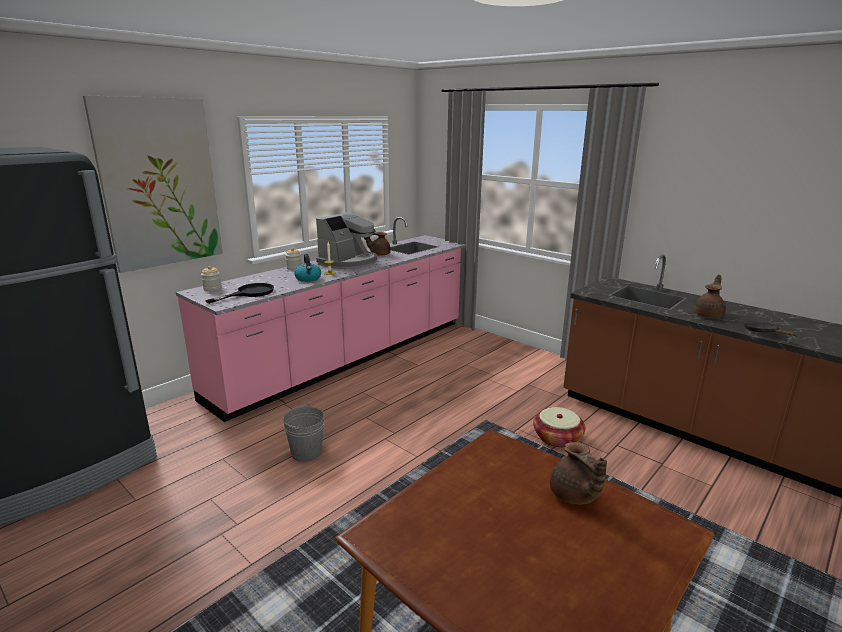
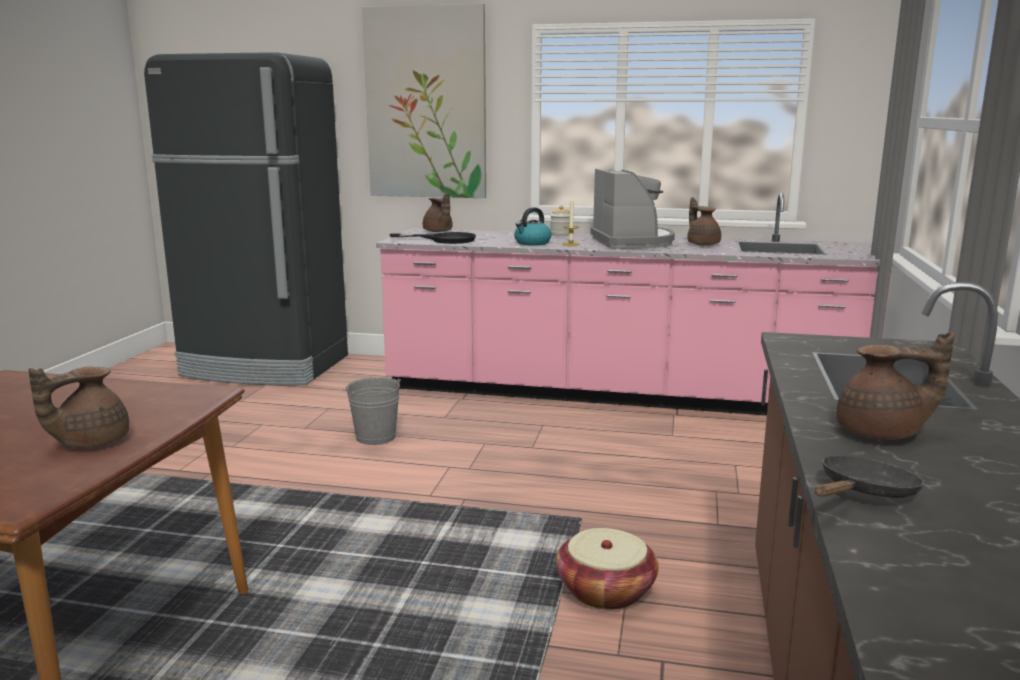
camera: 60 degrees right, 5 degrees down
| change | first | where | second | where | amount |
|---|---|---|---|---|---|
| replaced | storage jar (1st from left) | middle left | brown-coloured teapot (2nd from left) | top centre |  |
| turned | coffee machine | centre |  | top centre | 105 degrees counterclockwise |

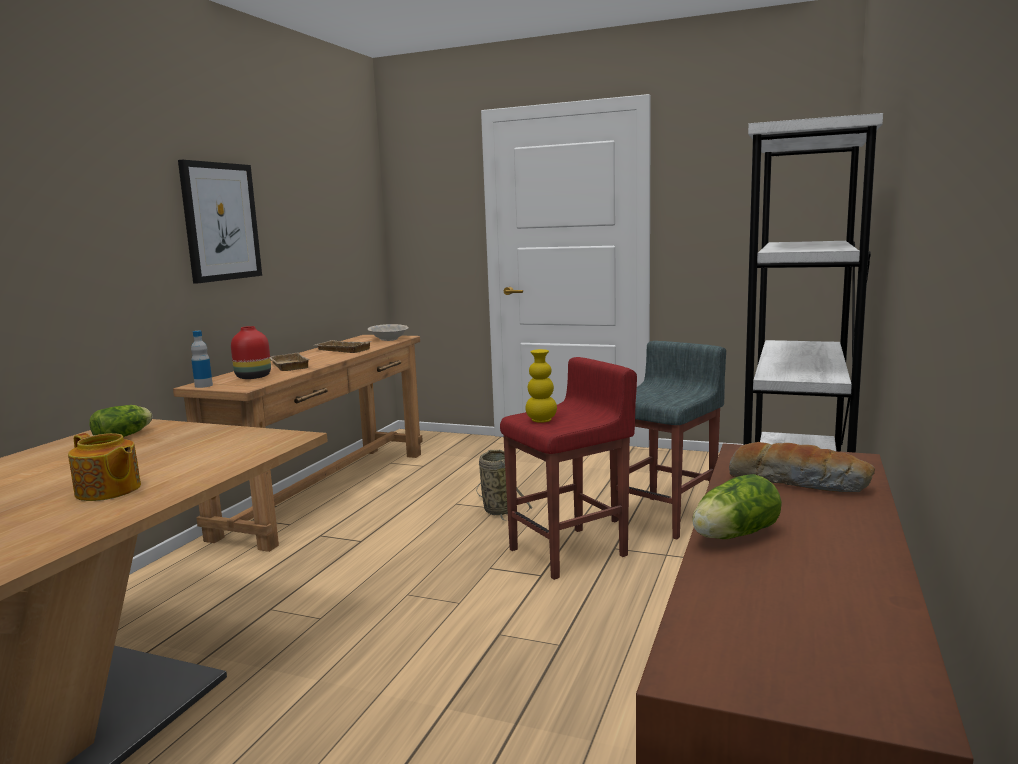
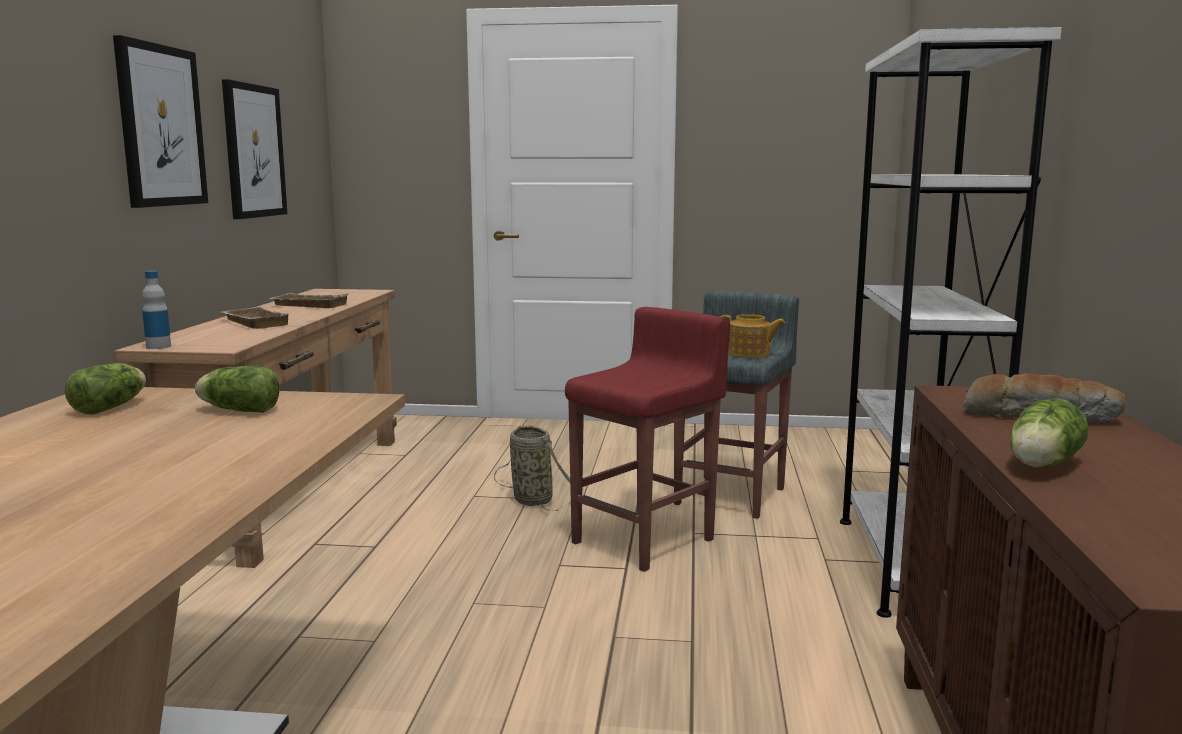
camera: 15 degrees left, 0 degrees up
| change | first | where | second | where | amount |
|---|---|---|---|---|---|
| moved | teapot | middle left |  | centre |  |
| removed | red-coloured decorative vase | middle left |  |  |  |
| removed | beige serving bowl | centre |  |  |  |
| removed | yellow decorative vase | centre |  |  |  |
| added |  |  | lettuce head (2nd from left) | middle left |  |
| added |  |  | wall art (2nd from left) | top left |  |

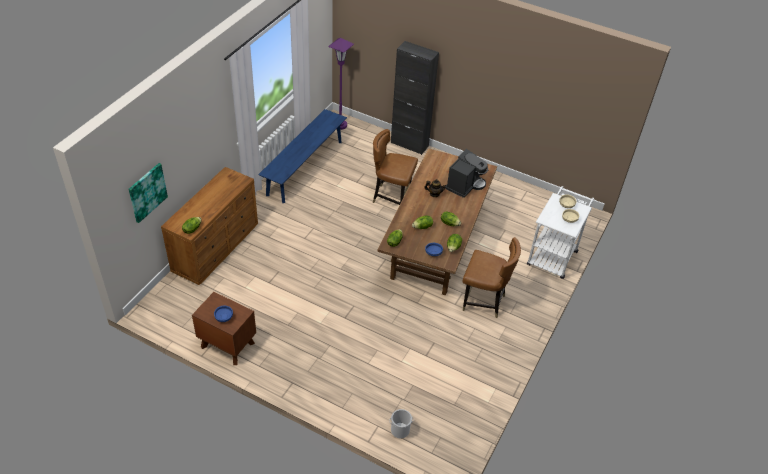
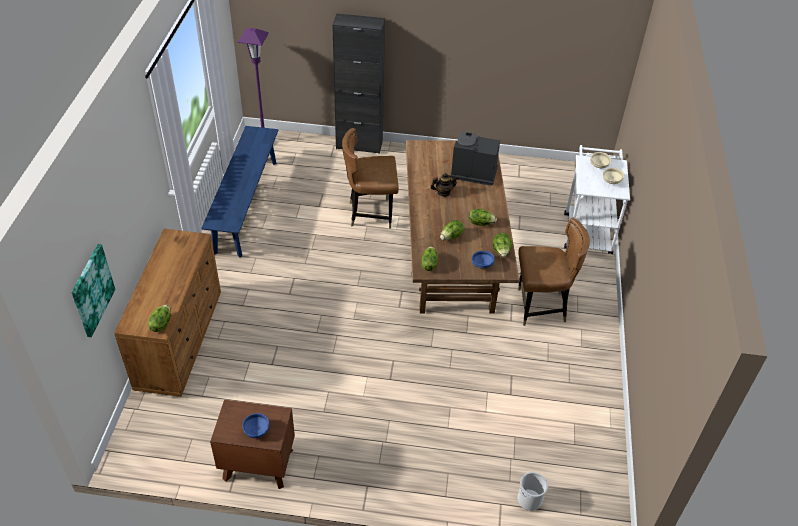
camera: 20 degrees left, 0 degrees up
| change | first | where | second | where | amount |
|---|---|---|---|---|---|
| turned | coffee machine | centre |  | top centre | 90 degrees counterclockwise |

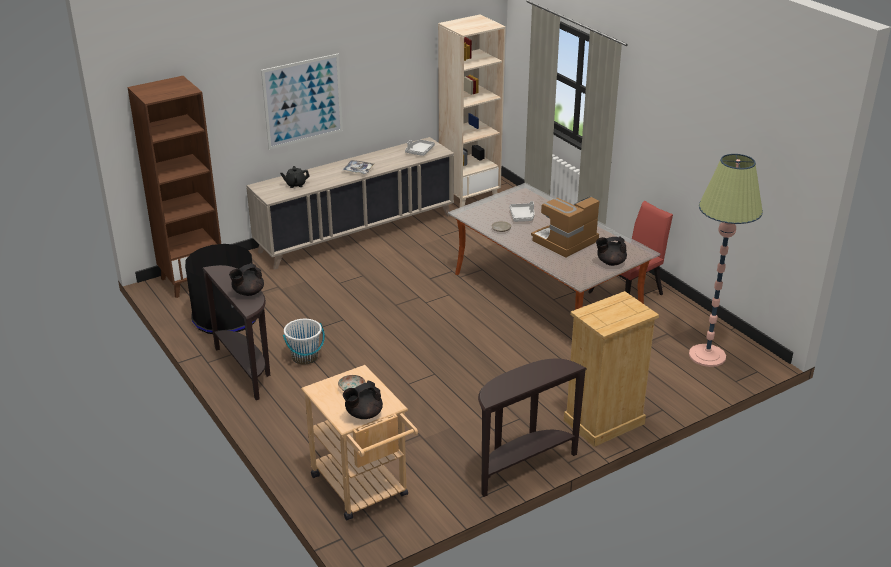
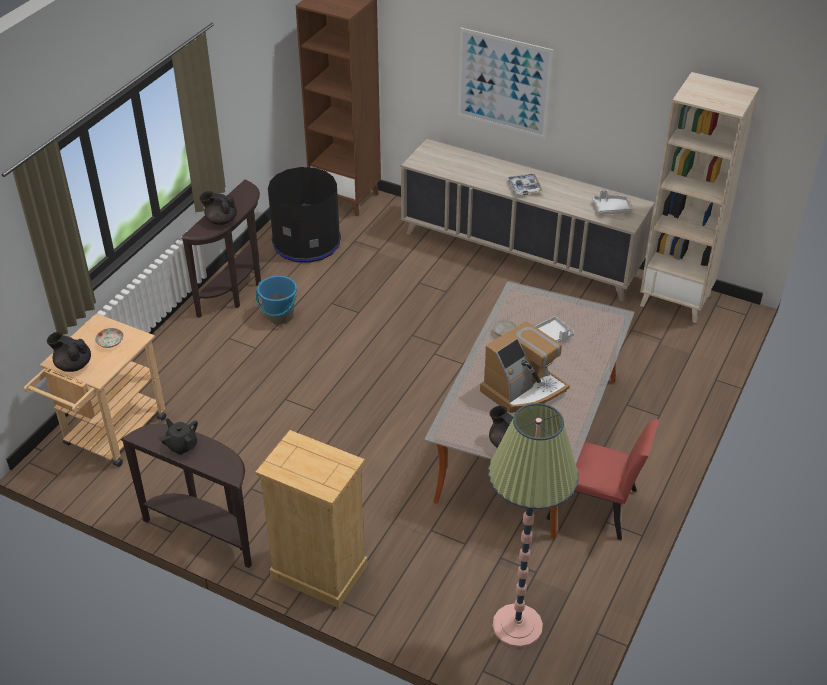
camera: 60 degrees right, 10 degrees up
| change | first | where | second | where | amount |
|---|---|---|---|---|---|
| moved | blackish teapot (2nd from left) | top left |  | middle left |  |
| recoloured | whitish bucket | centre | bluish bucket | centre |  |
| turned | coffee machine | centre |  | centre | 120 degrees clockwise |

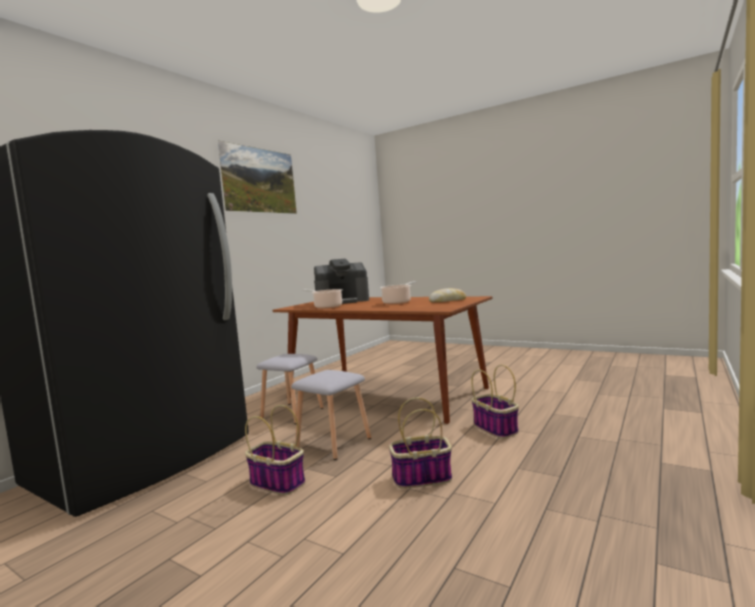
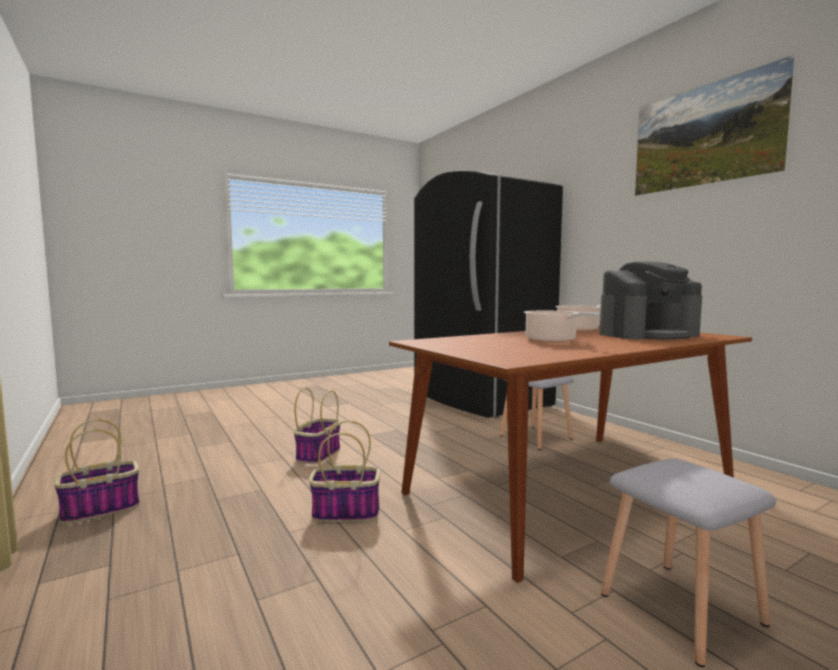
camera: 115 degrees right, 0 degrees up
| change | first | where | second | where | amount |
|---|---|---|---|---|---|
| moved | household basket (1st from left) | bottom centre |  | bottom left |  |
| moved | gray sitting stool (2nd from left) | bottom centre |  | bottom right |  |
| turned | coffee machine | centre |  | middle right | 120 degrees counterclockwise |
| removed | baked bread | centre |  |  |  |

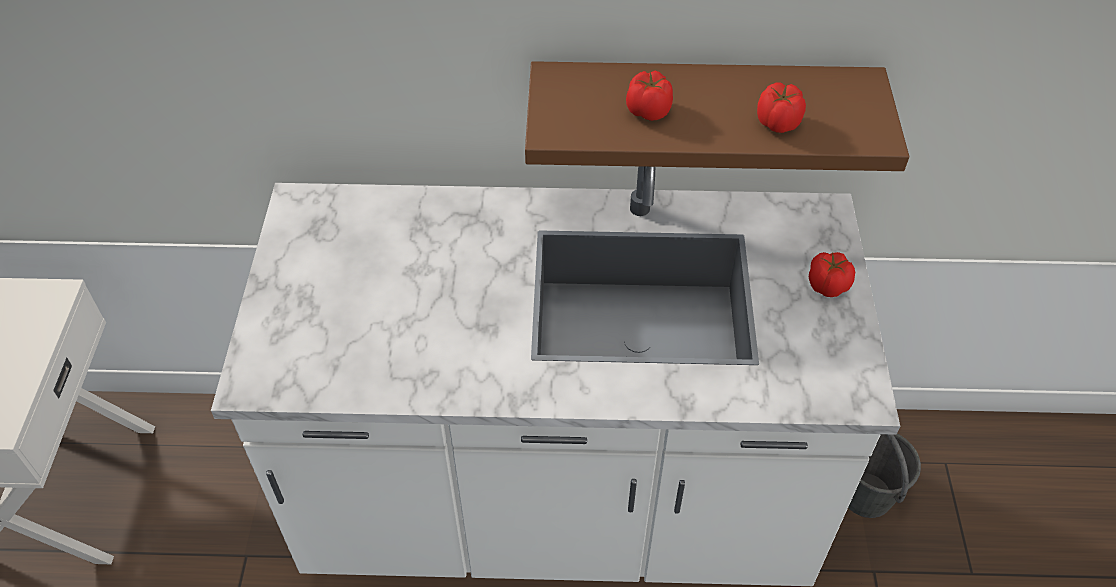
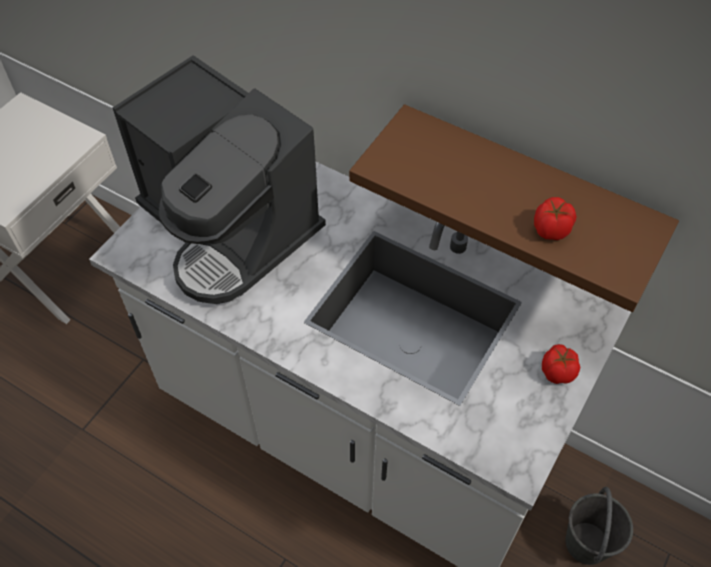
camera: 30 degrees right, 5 degrees up
| change | first | where | second | where | amount |
|---|---|---|---|---|---|
| removed | tomato (1st from left) | top centre |  |  |  |
| added |  |  | coffee machine | top left |  |

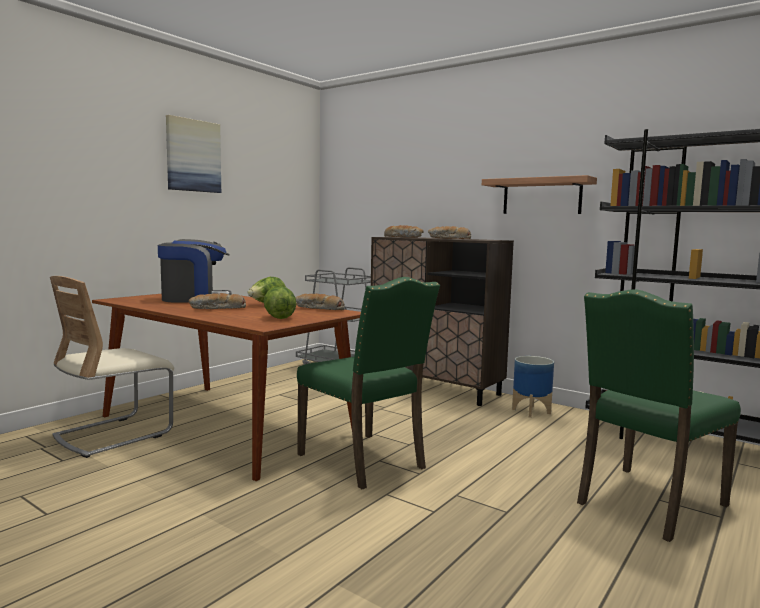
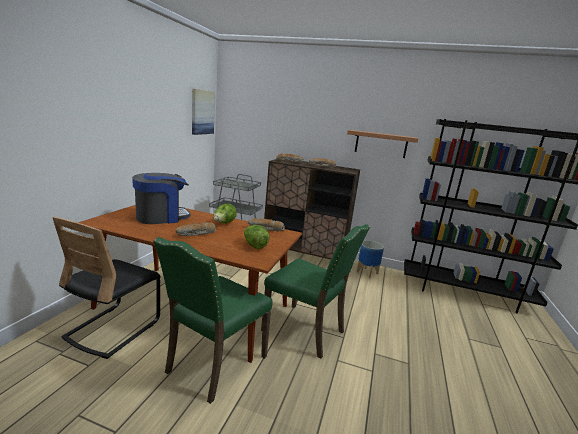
camera: 20 degrees left, 10 degrees up
| change | first | where | second | where | amount |
|---|---|---|---|---|---|
| recoloured | beige chair | middle left | blackish chair | middle left |  |
| moved | wall art | top left |  | top centre |  |
| moved | green chair (2nd from left in the first image) | bottom right | green chair (1st from left) | bottom centre |  |

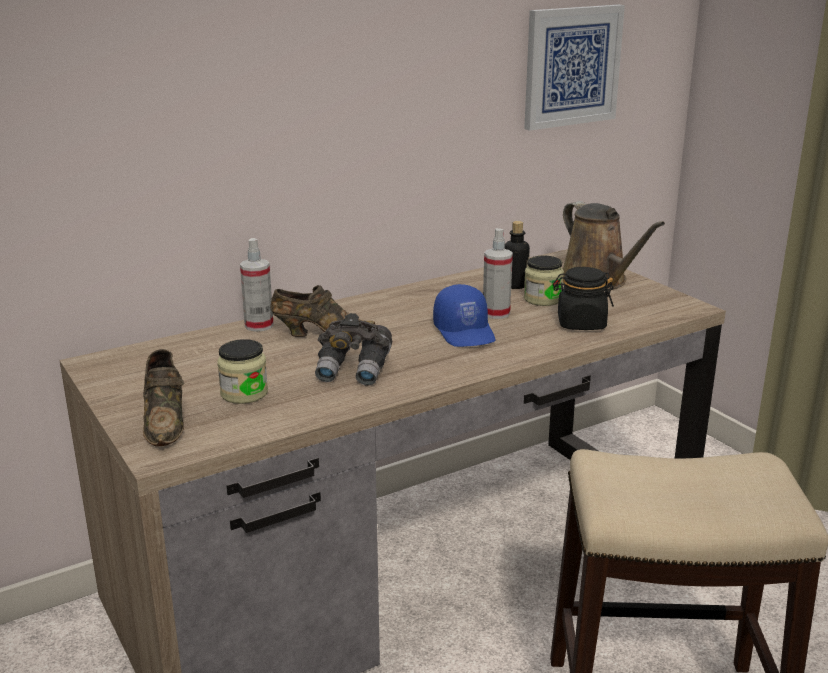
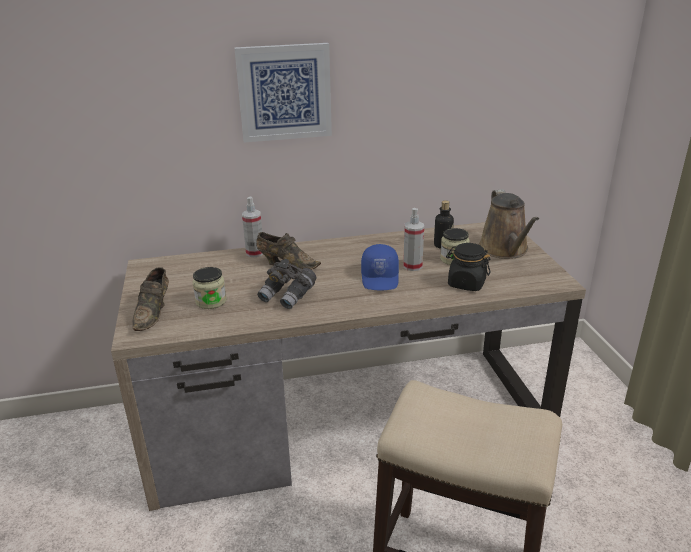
camera: 20 degrees right, 5 degrees up
| change | first | where | second | where | amount |
|---|---|---|---|---|---|
| moved | wall art | top right |  | top centre |  |

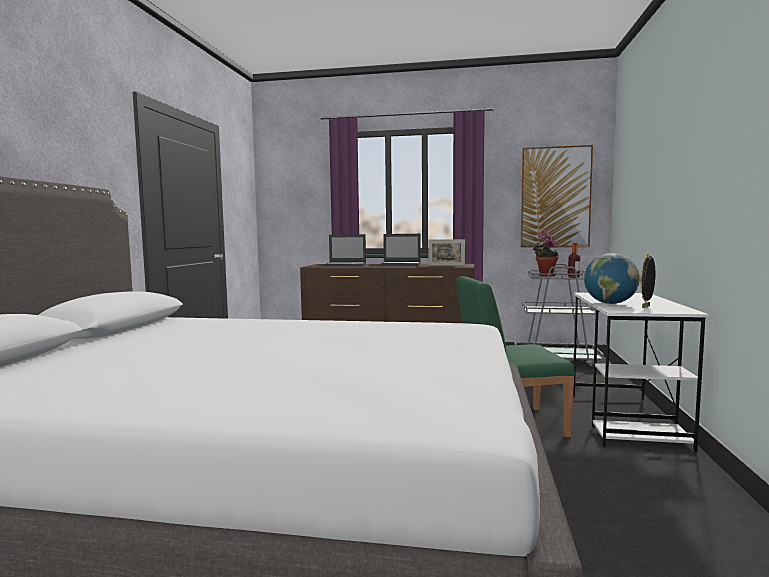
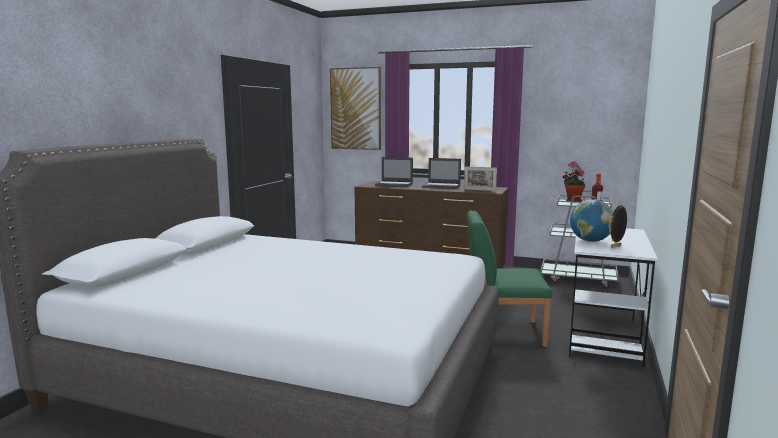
camera: 10 degrees right, 5 degrees up
| change | first | where | second | where | amount |
|---|---|---|---|---|---|
| moved | wall art | middle right |  | top centre |  |

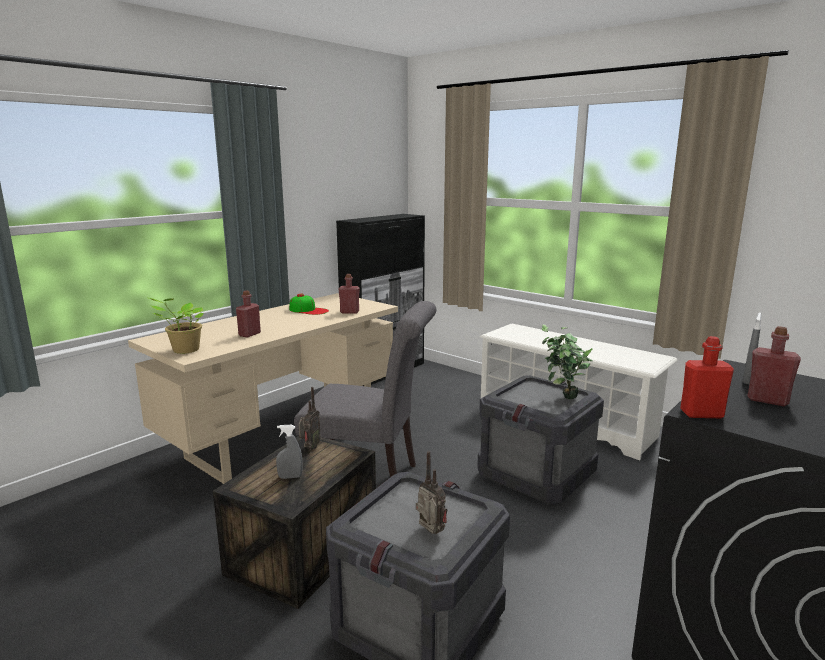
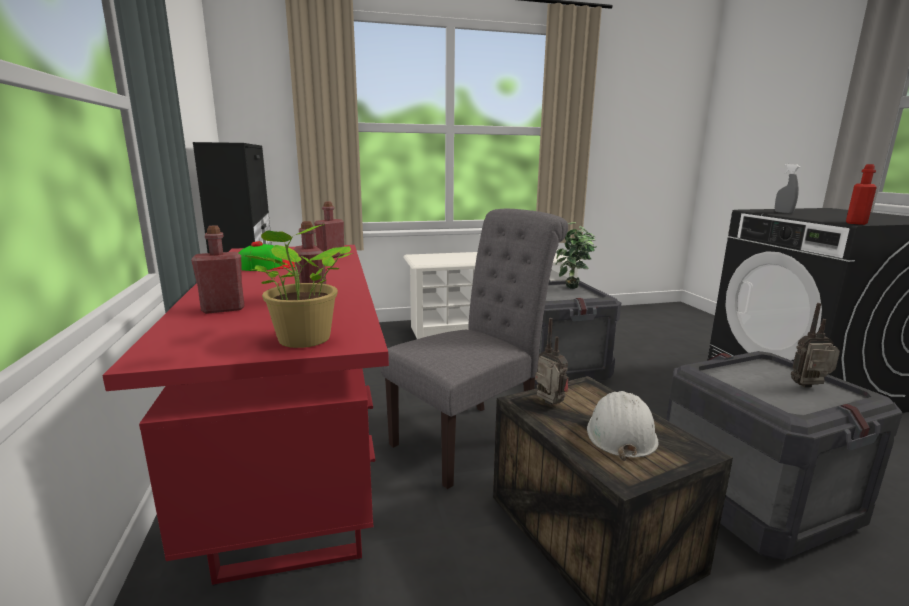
camera: 55 degrees left, 0 degrees up
| change | first | where | second | where | amount |
|---|---|---|---|---|---|
| recoloured | beige desk | middle left | red-coloured desk | bottom left |  |
| replaced | gray spray bottle (1st from left) | bottom centre | whitish safety helmet | bottom right |  |
| moved | red-coloured bottle (4th from left in the first image) | middle right | red-coloured bottle (1st from left) | middle left |  |

